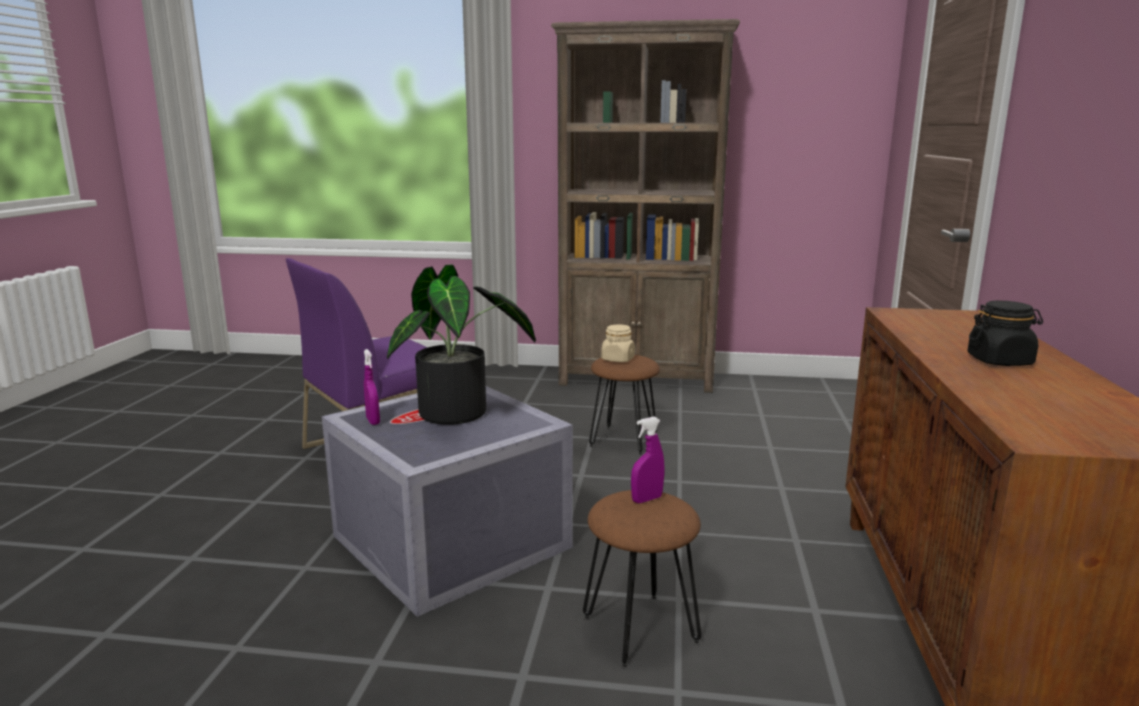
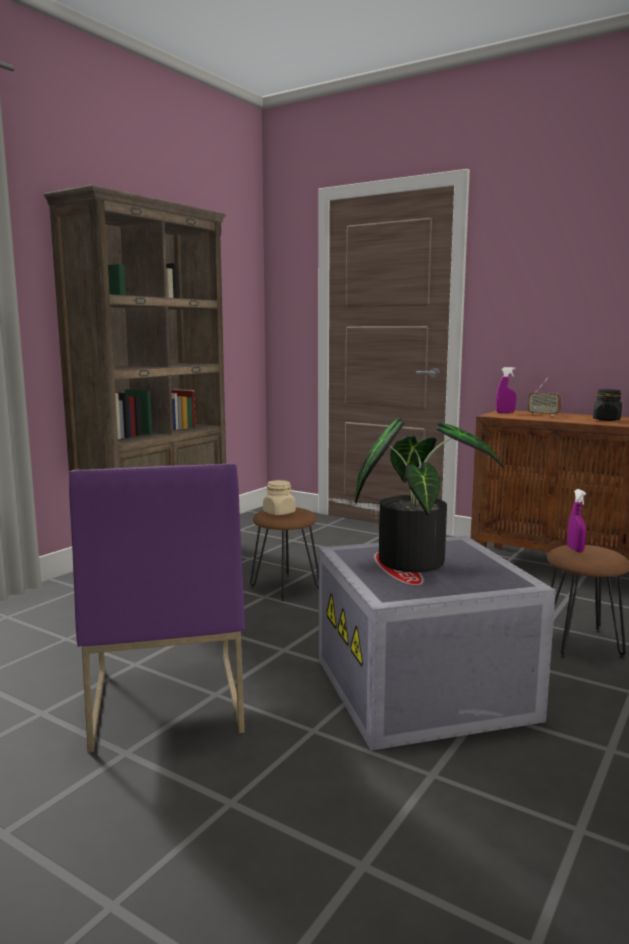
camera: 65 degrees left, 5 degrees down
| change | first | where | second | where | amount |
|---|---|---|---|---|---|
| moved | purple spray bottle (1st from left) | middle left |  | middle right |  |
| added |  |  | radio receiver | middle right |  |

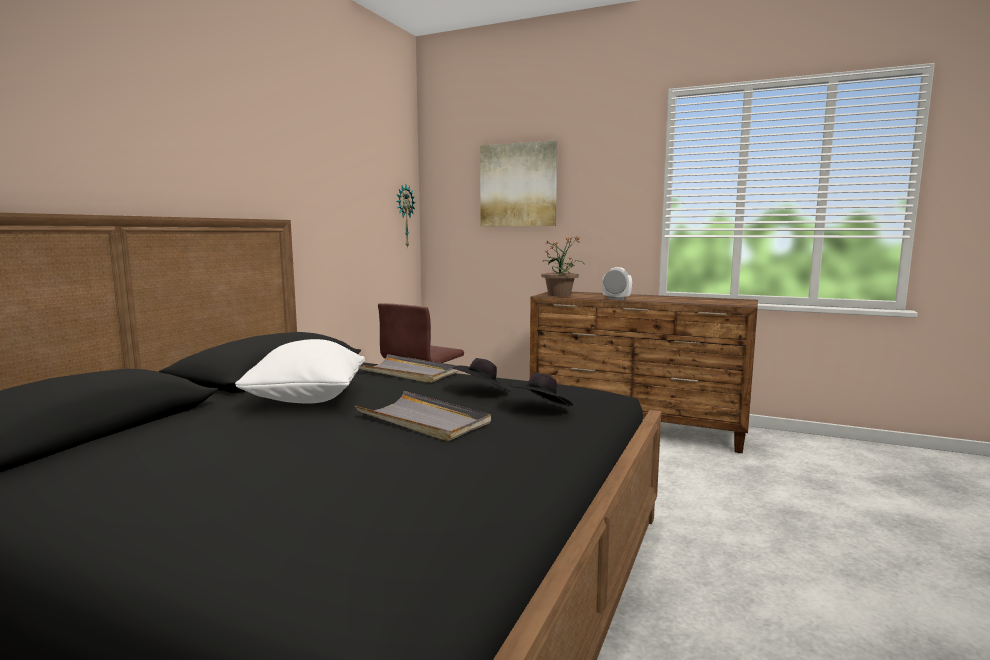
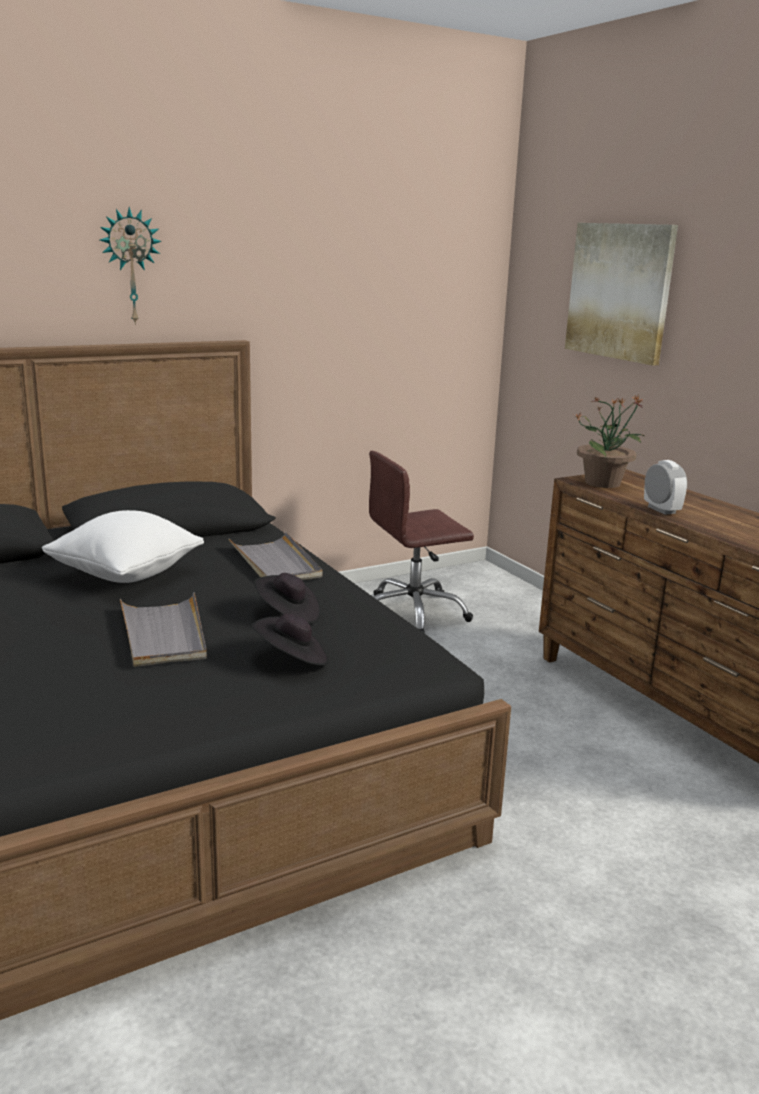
camera: 35 degrees right, 10 degrees up
| change | first | where | second | where | amount |
|---|---|---|---|---|---|
| moved | wall clock | top centre |  | top left |  |

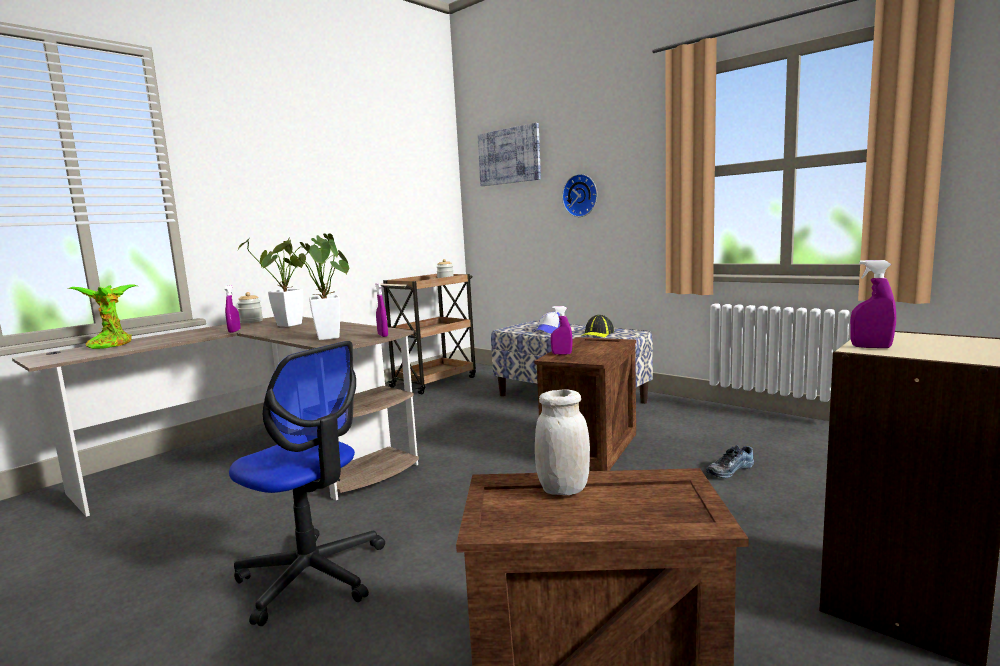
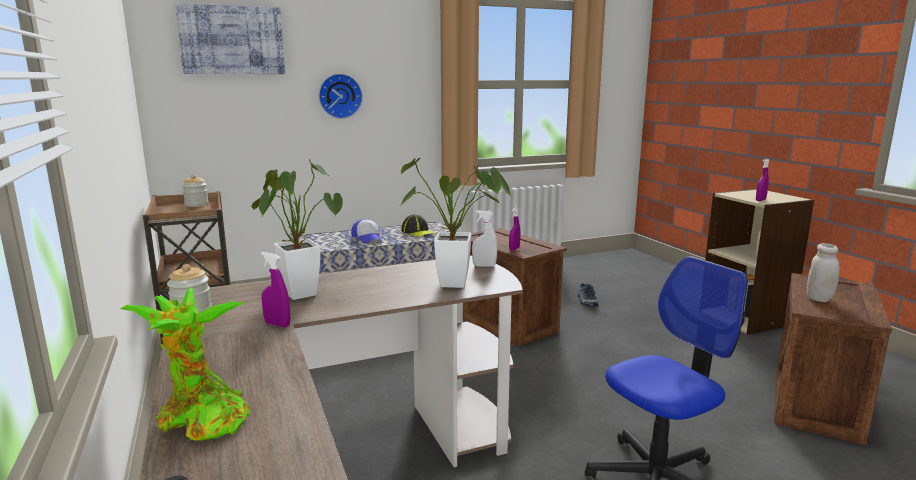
camera: 65 degrees left, 5 degrees up
| change | first | where | second | where | amount |
|---|---|---|---|---|---|
| recoloured | purple spray bottle (2nd from left) | centre | whitish spray bottle | centre |  |

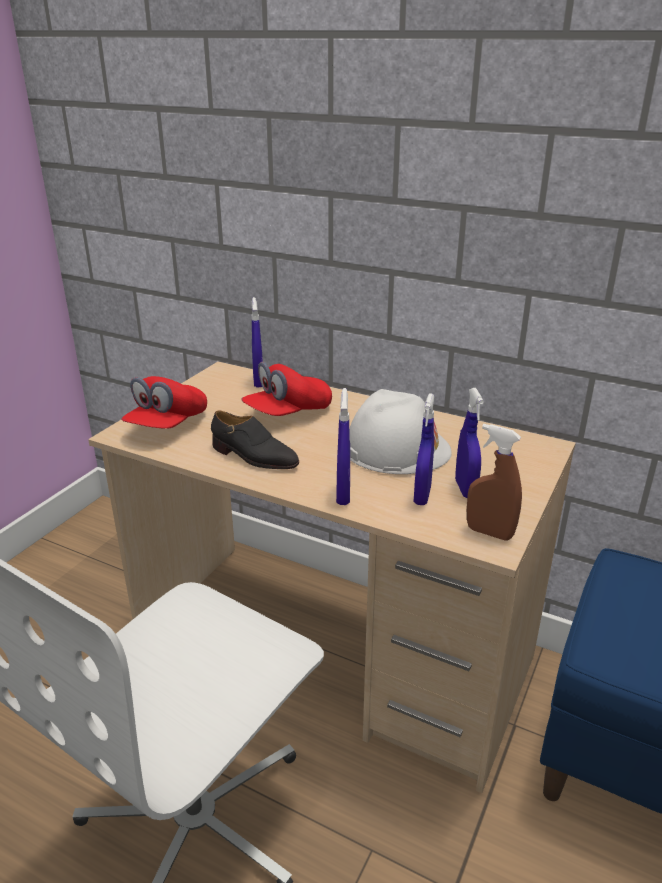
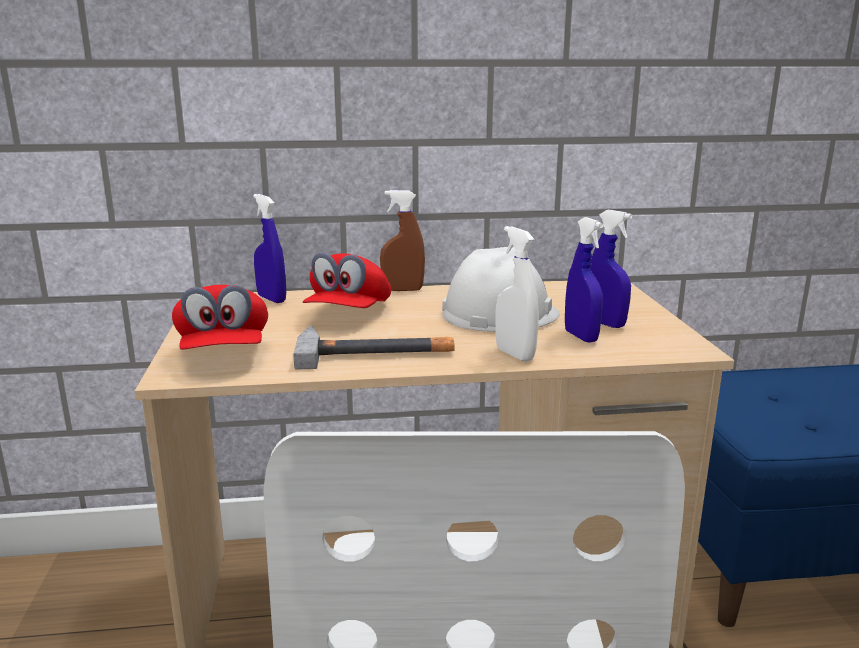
camera: 35 degrees left, 10 degrees down
| change | first | where | second | where | amount |
|---|---|---|---|---|---|
| replaced | blackish shoe | centre | hand hammer | centre |  |
| recoloured | bluish spray bottle (2nd from left) | centre | whitish spray bottle | centre |  |
| moved | brown-coloured spray bottle | middle right |  | centre |  |

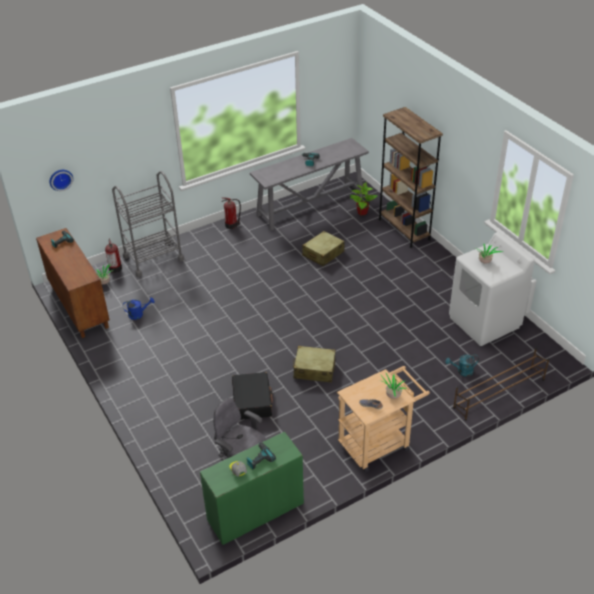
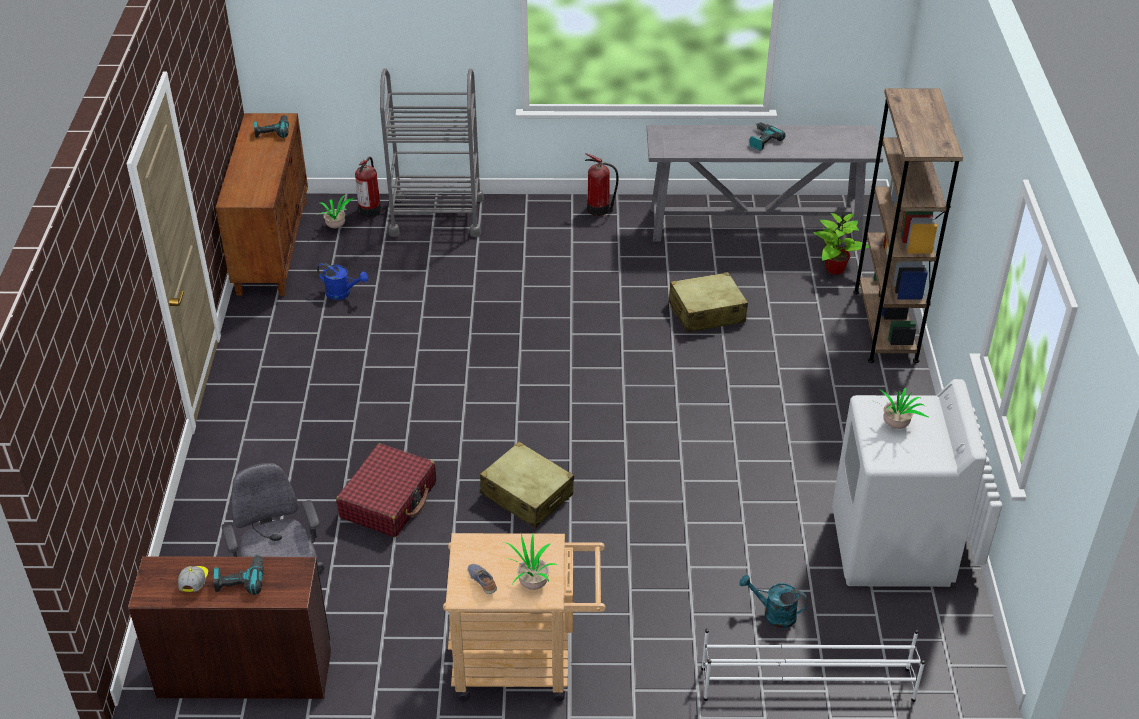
camera: 30 degrees right, 0 degrees up
| change | first | where | second | where | amount |
|---|---|---|---|---|---|
| removed | wall clock | top left |  |  |  |
| recoloured | green desk | bottom centre | brown-coloured desk | bottom left |  |
| recoloured | blackish suitcase | bottom centre | red-coloured suitcase | bottom centre |  |
| recoloured | brown-coloured shoe stand | middle right | whitish shoe stand | bottom right |  |

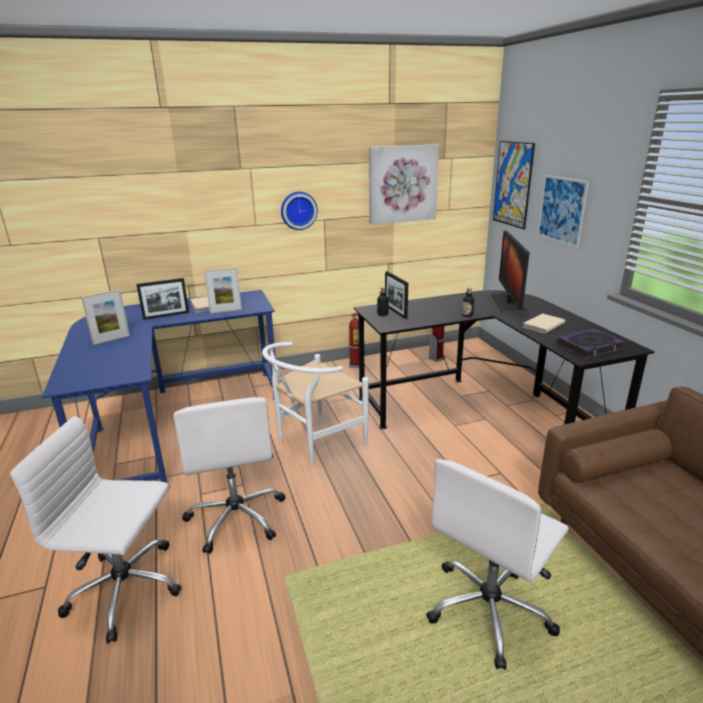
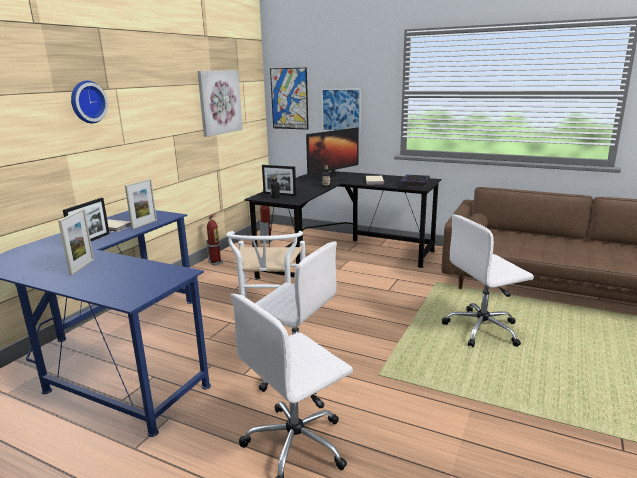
camera: 45 degrees left, 5 degrees down
| change | first | where | second | where | amount |
|---|---|---|---|---|---|
| moved | wall clock | top centre |  | top left |  |
| turned | whitish office chair (3rd from left) | bottom right |  | middle right | 75 degrees clockwise |
| turned | monitor | middle right |  | top centre | 90 degrees counterclockwise |

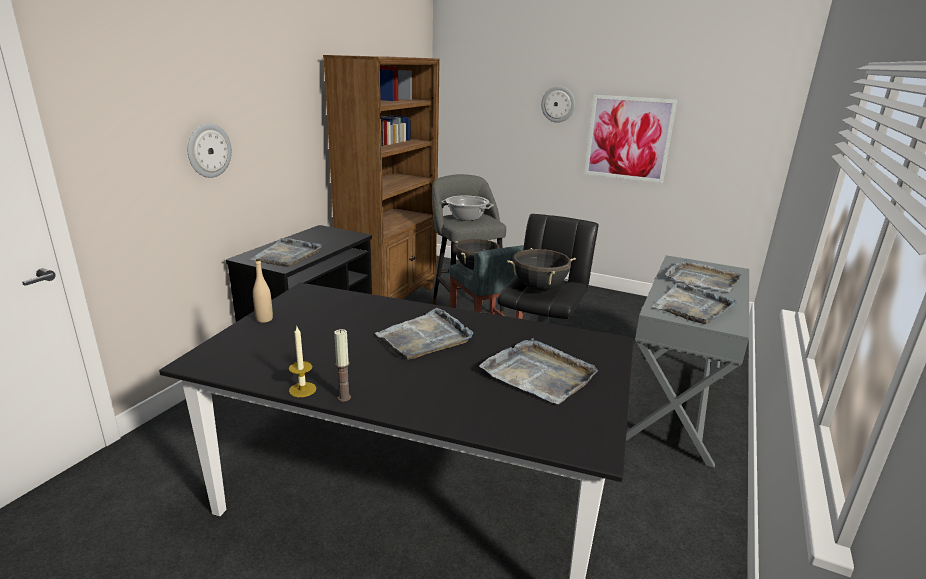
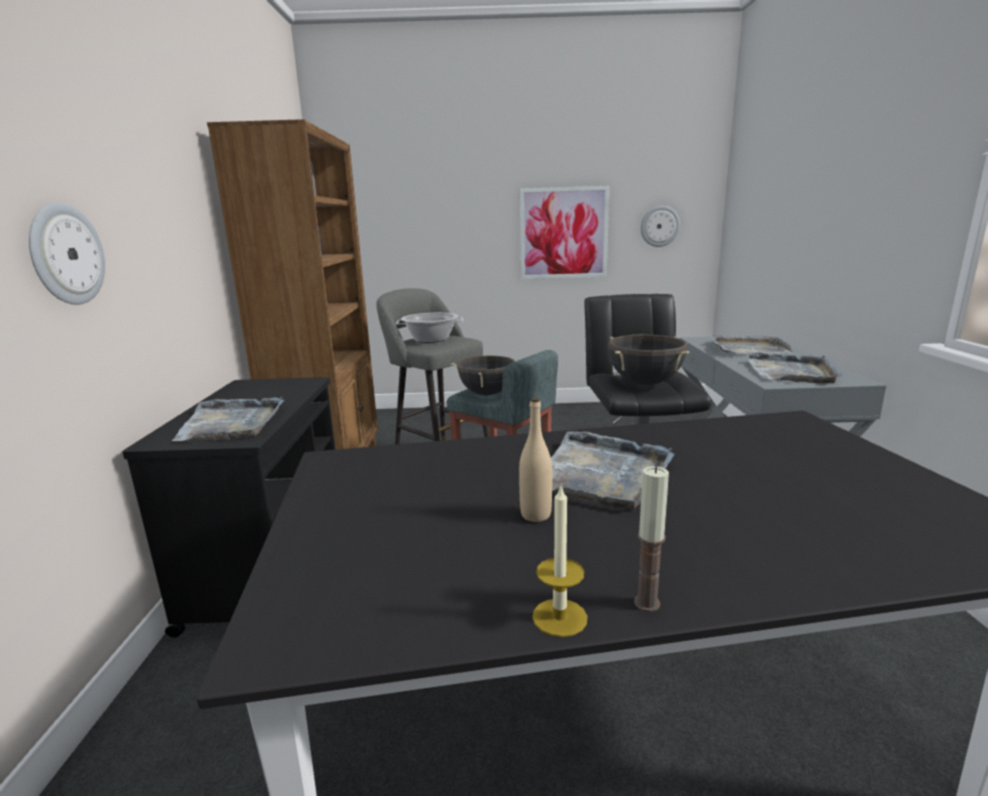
camera: 25 degrees left, 5 degrees down
| change | first | where | second | where | amount |
|---|---|---|---|---|---|
| moved | beige bottle | middle left |  | centre |  |
| removed | gray carrying tray (3rd from left) | centre |  |  |  |
| moved | wall clock (2nd from left) | top centre |  | top right |  |

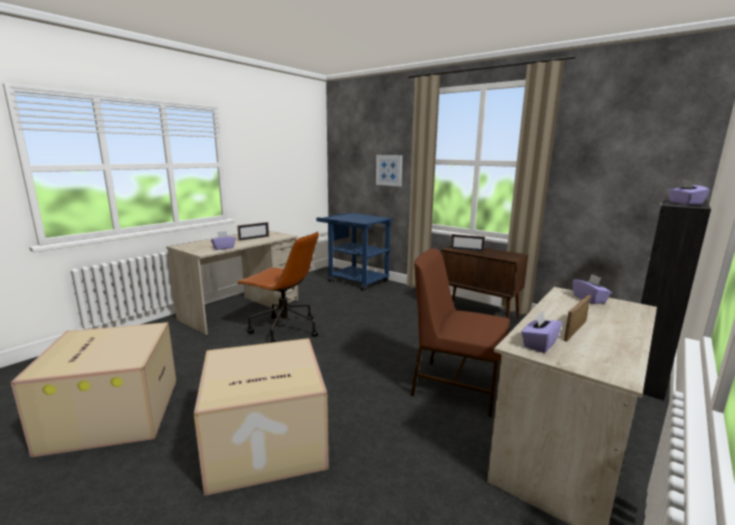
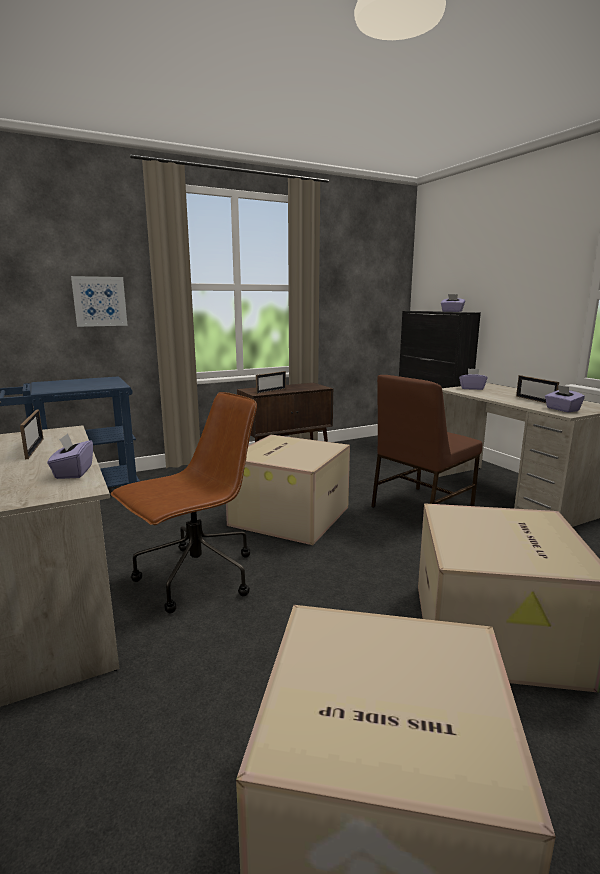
camera: 65 degrees left, 0 degrees up
| change | first | where | second | where | amount |
|---|---|---|---|---|---|
| added |  |  | packing box (1st from left) | centre |  |

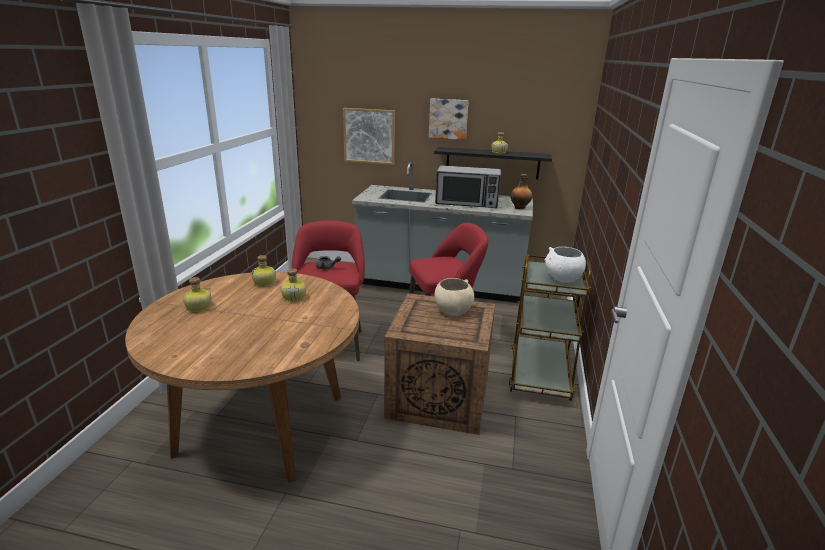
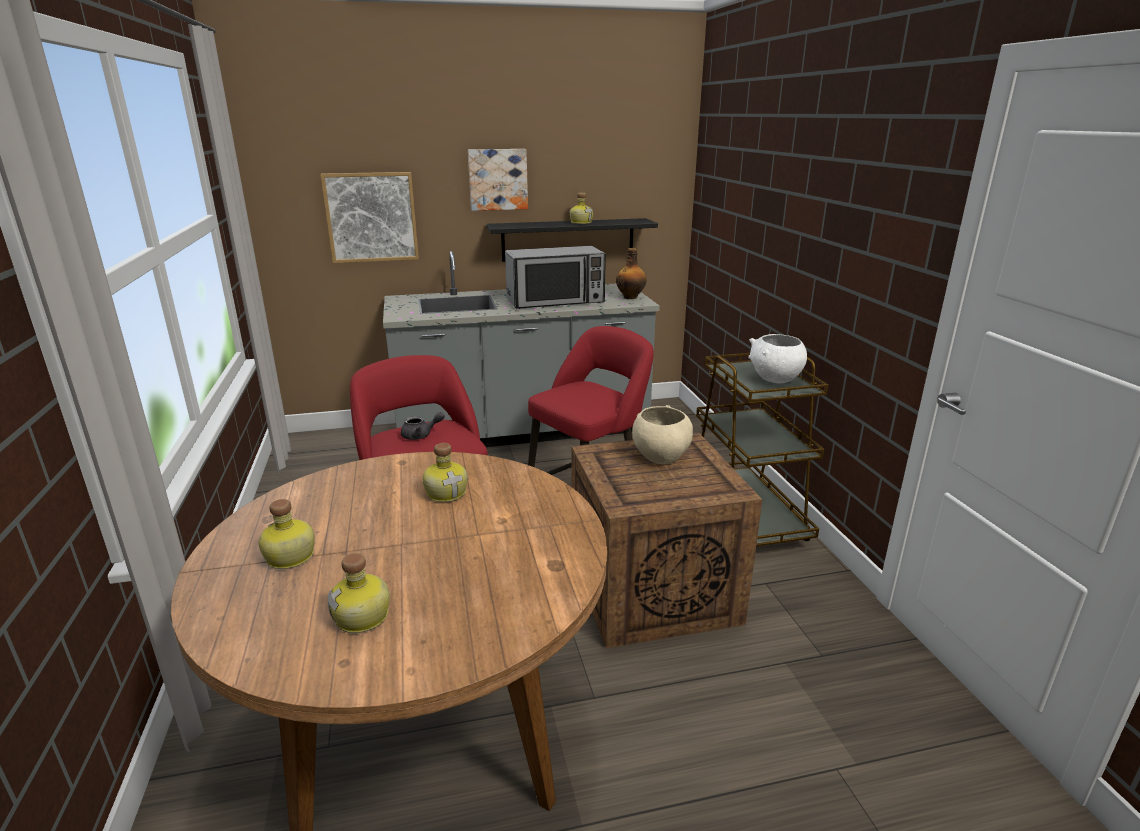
camera: 25 degrees left, 0 degrees up
| change | first | where | second | where | amount |
|---|---|---|---|---|---|
| moved | bottle (2nd from left) | middle left |  | bottom left |  |

